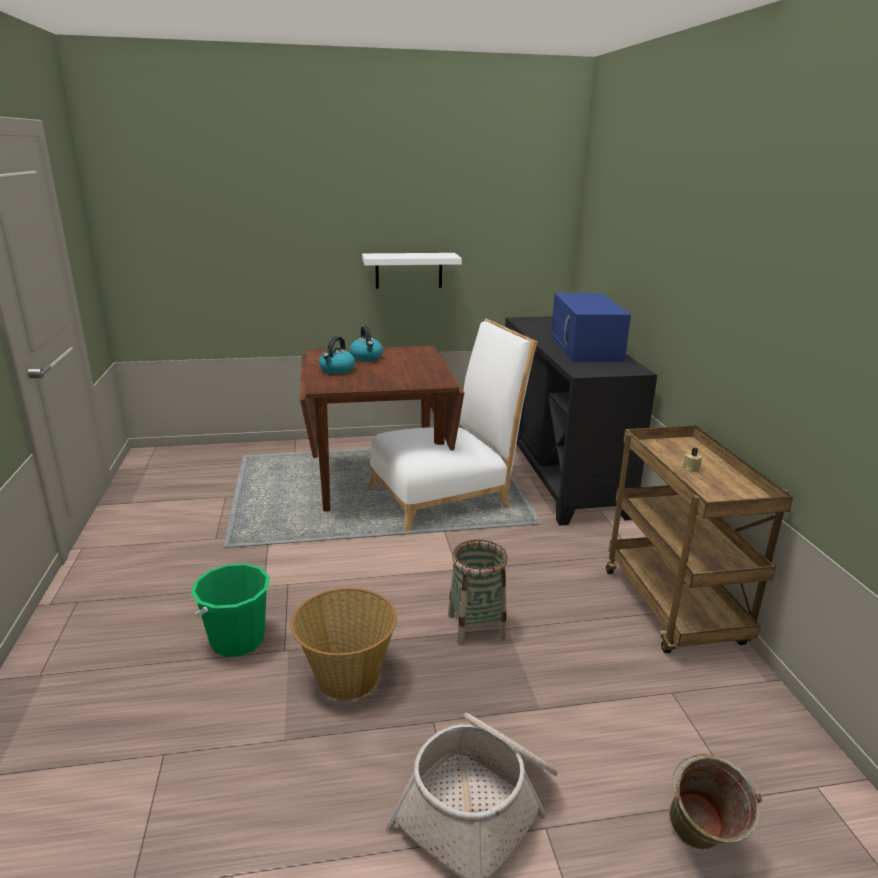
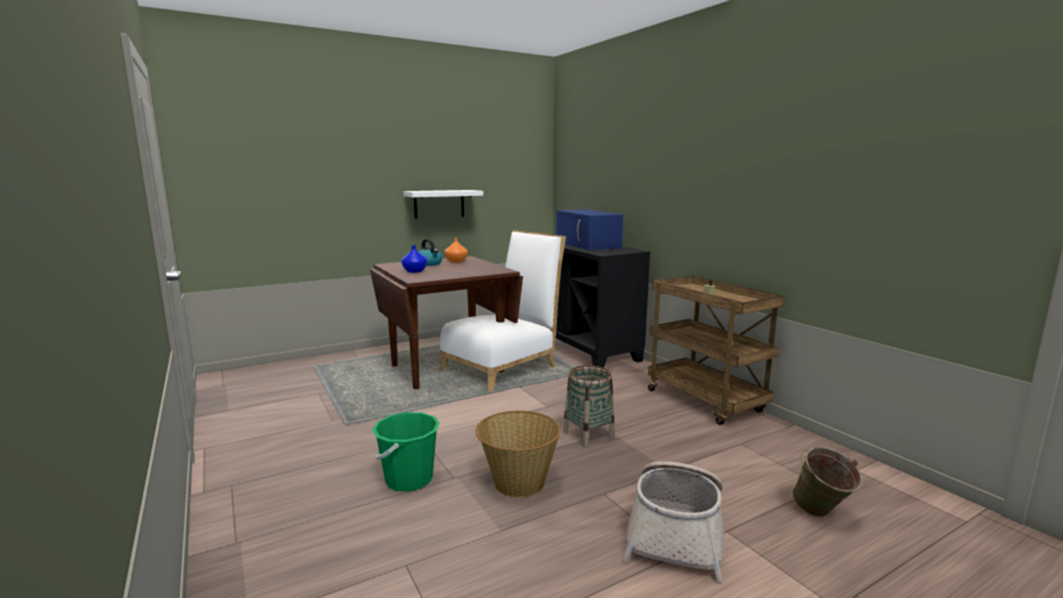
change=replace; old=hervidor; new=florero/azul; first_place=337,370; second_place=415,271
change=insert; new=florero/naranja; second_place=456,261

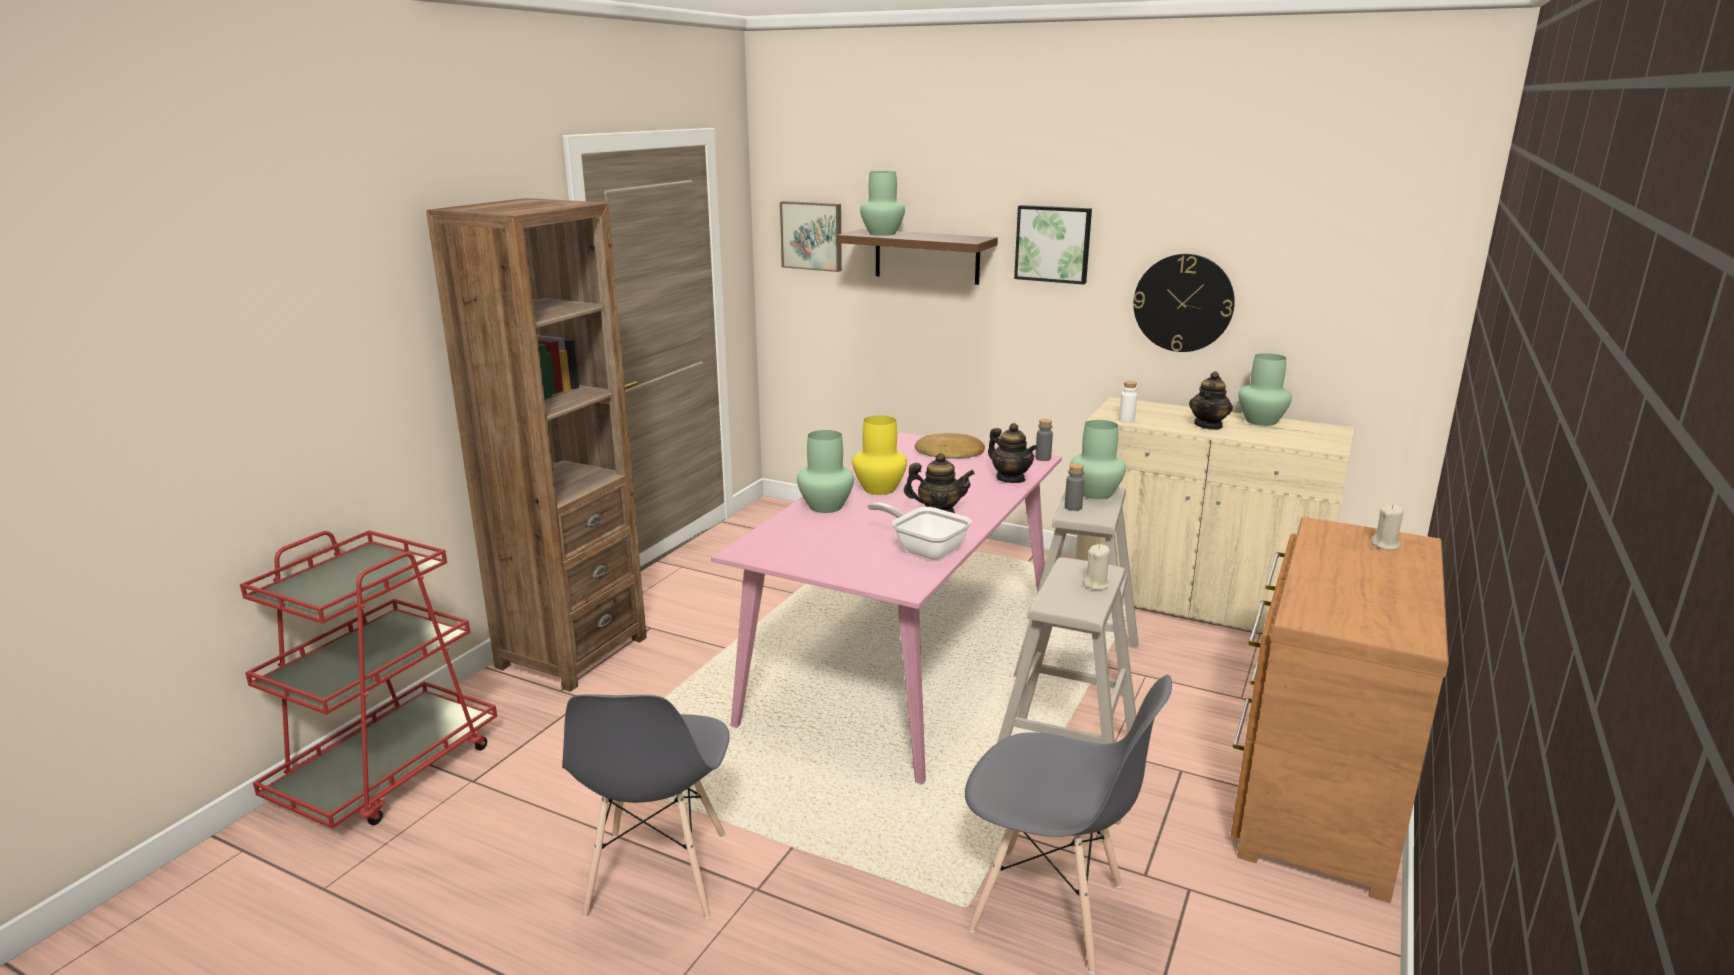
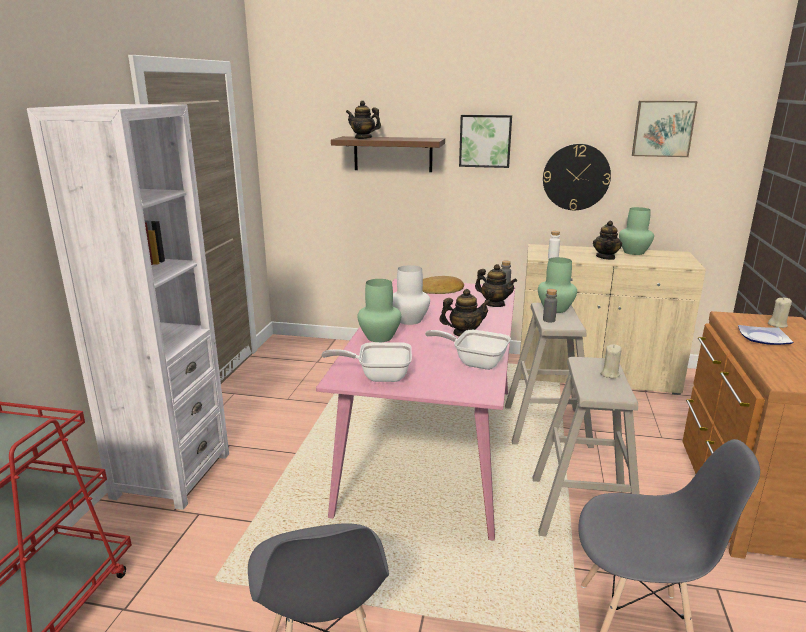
change=recolor; old=estantería/marrón; new=estantería/blanco; first_place=572,652; second_place=172,475
change=insert; new=sartén; second_place=378,376
change=replace; old=florero/verde; new=tetera; first_place=882,234; second_place=363,138
change=recolor; old=florero/amarillo; new=florero/blanco; first_place=878,489; second_place=409,320
change=move; old=cuadro; first_place=812,235; second_place=663,128
change=insert; new=plato; second_place=762,338

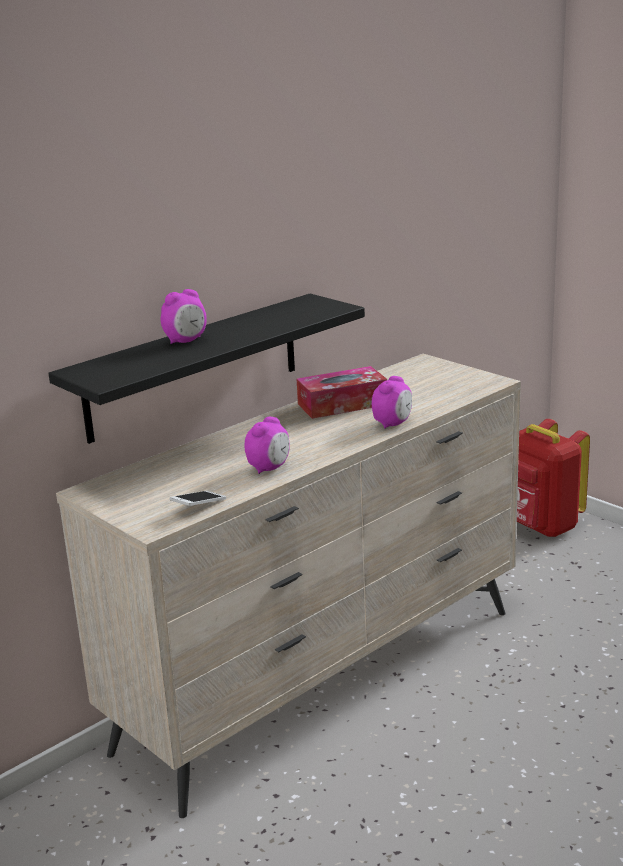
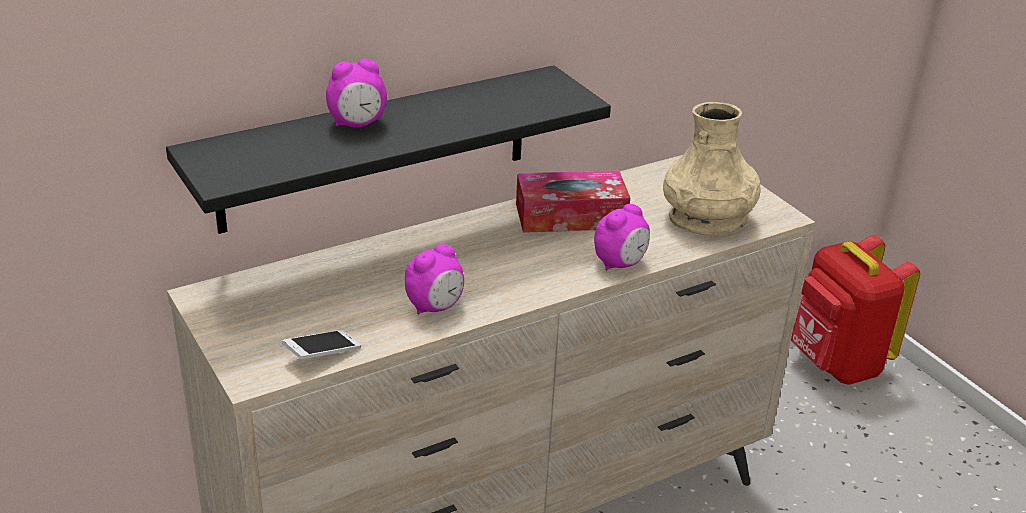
change=insert; new=florero/beis; second_place=707,218

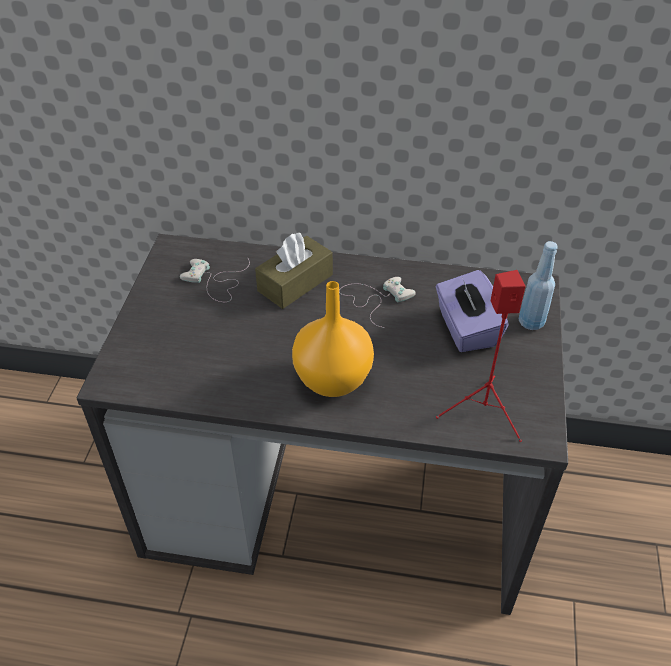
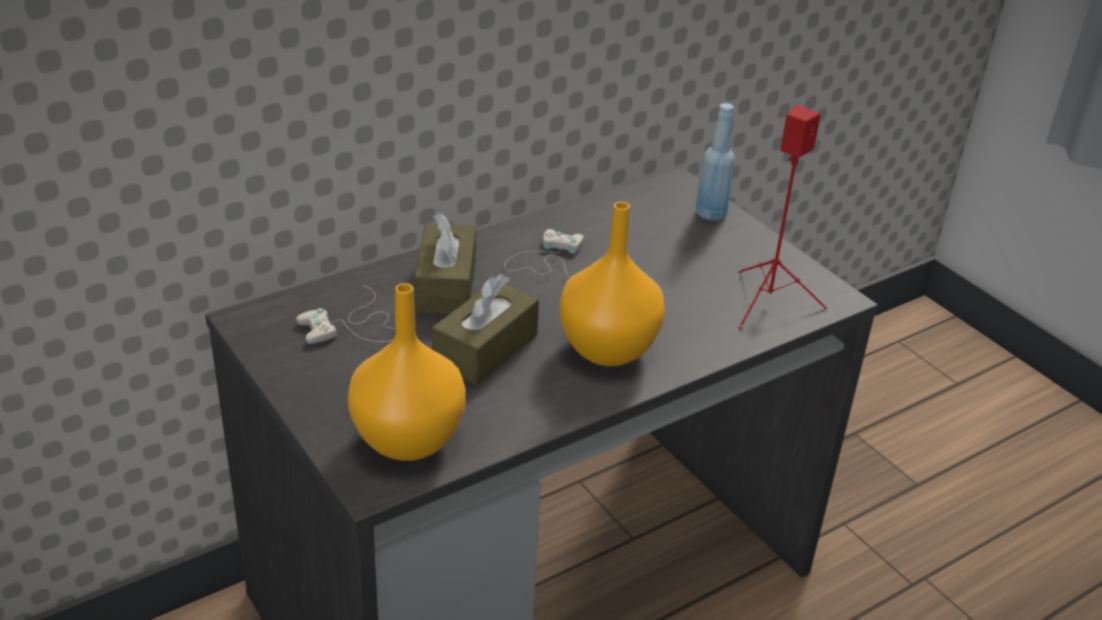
change=insert; new=florero/naranja; second_place=406,441
change=insert; new=caja de pañuelos/marrón; second_place=485,349
change=delete; old=caja de pañuelos/morado; first_place=466,328

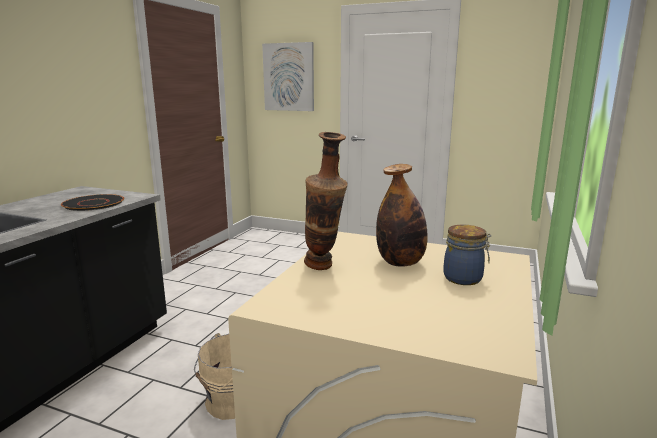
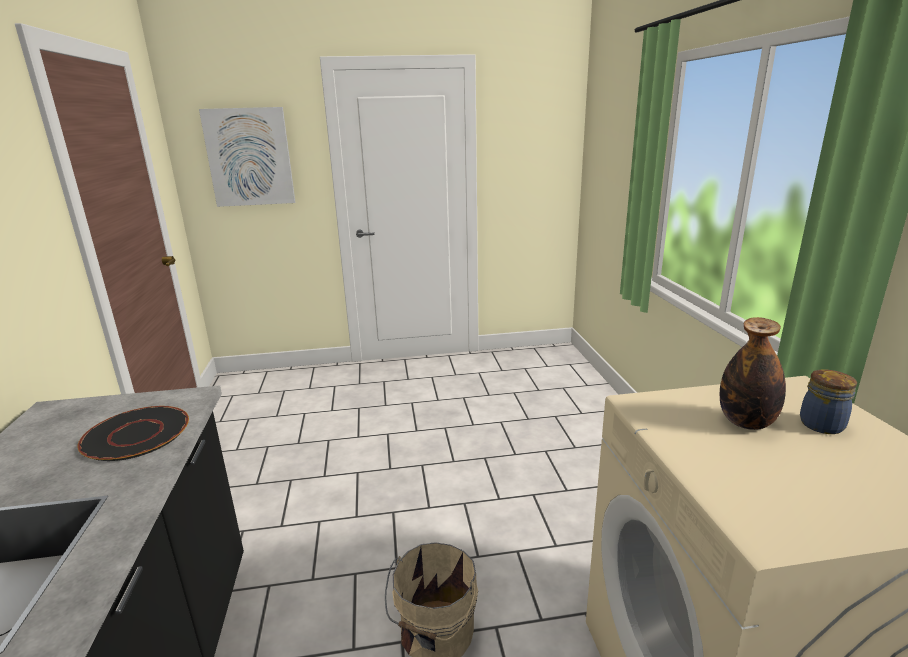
change=delete; old=florero; first_place=324,268

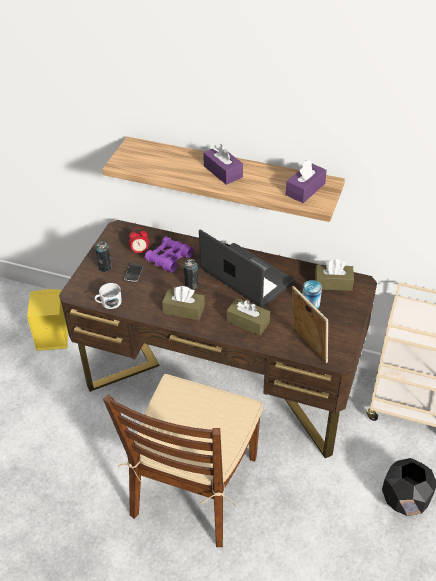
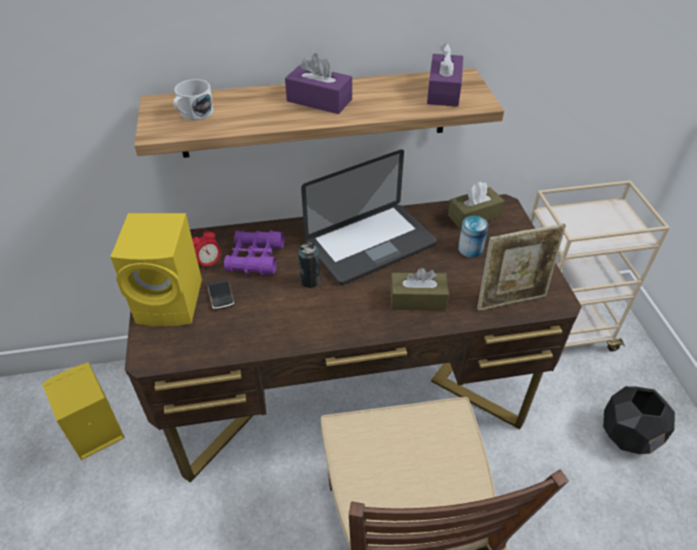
change=replace; old=lata; new=altavoz/amarillo; first_place=105,267; second_place=172,302
change=move; old=taza grande/blanco; first_place=108,303; second_place=193,114
change=rotate; old=portátil; first_place=246,276; second_place=371,244; degrees=135
change=rotate; old=portarretratos; first_place=307,346; second_place=511,300; degrees=135
change=delete; old=caja de pañuelos/marrón; first_place=184,310

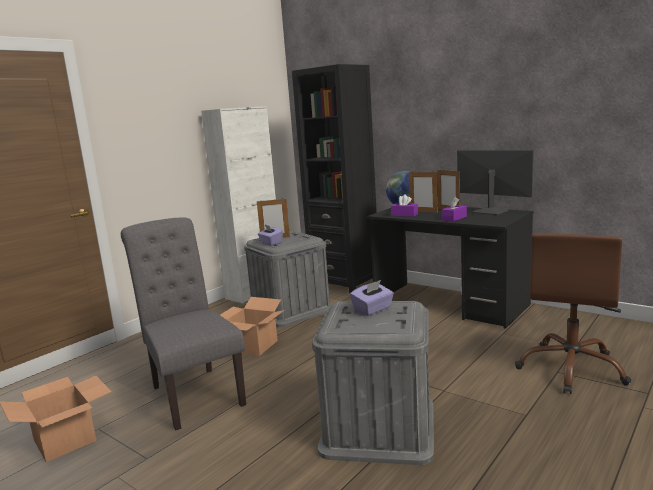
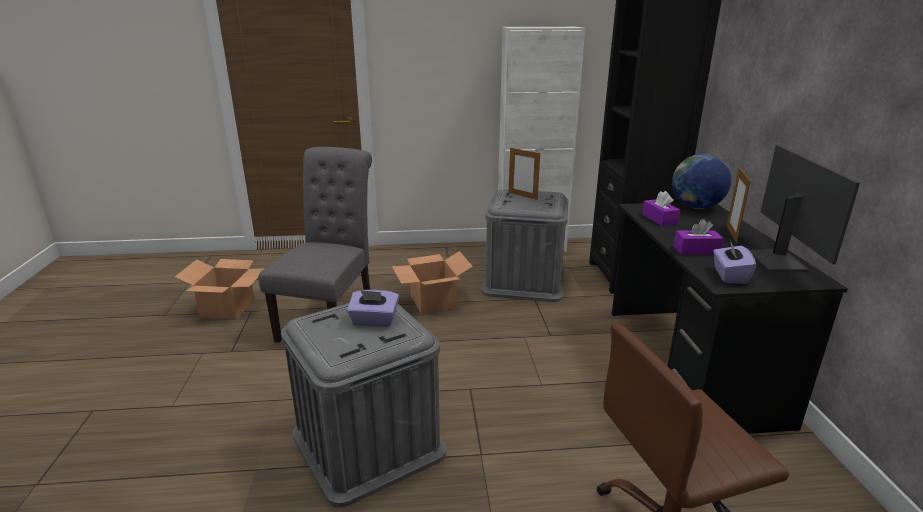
change=move; old=caja de pañuelos/morado; first_place=271,243; second_place=729,275
change=delete; old=portarretratos; first_place=423,211

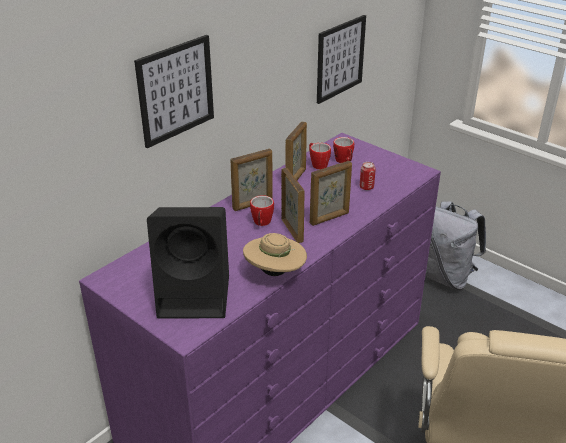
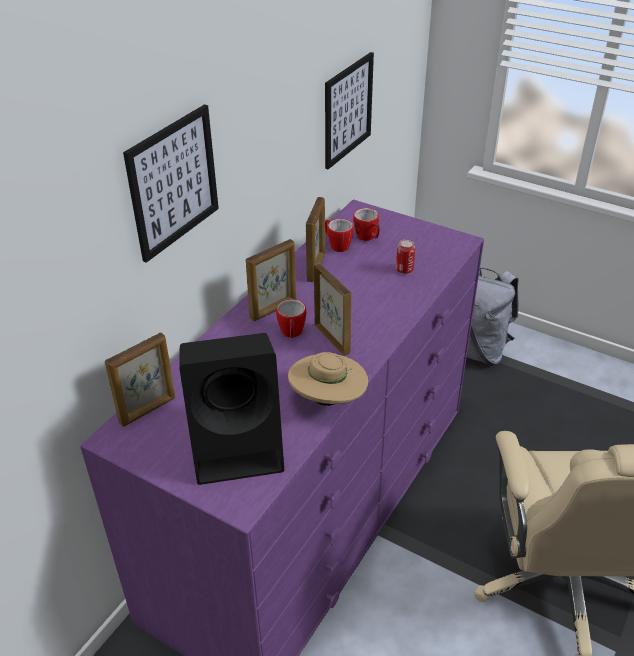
change=move; old=portarretratos; first_place=330,218; second_place=148,410

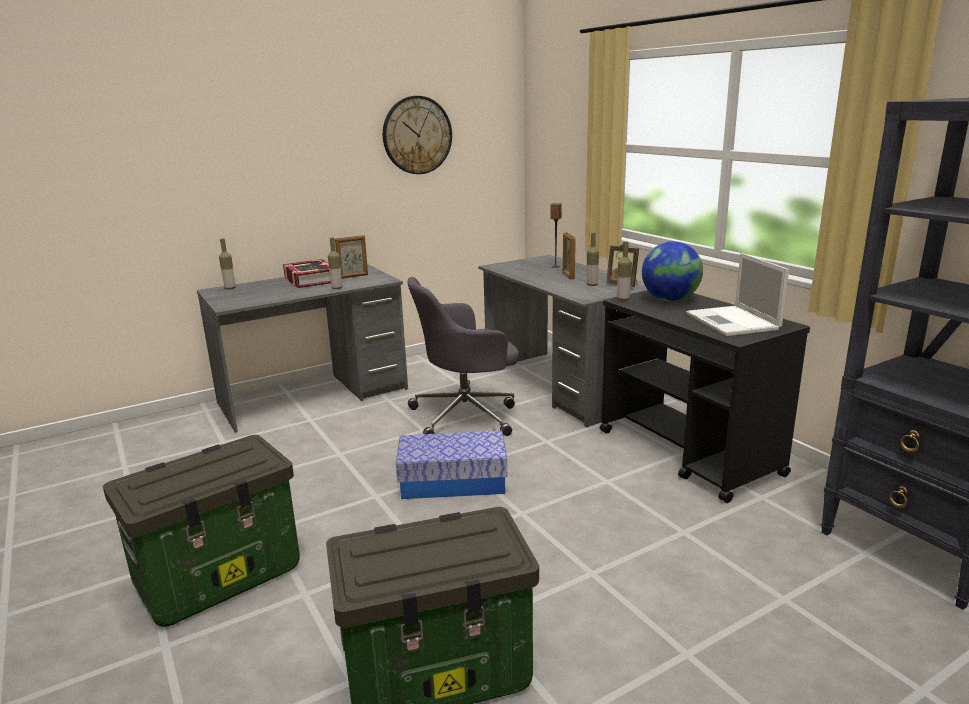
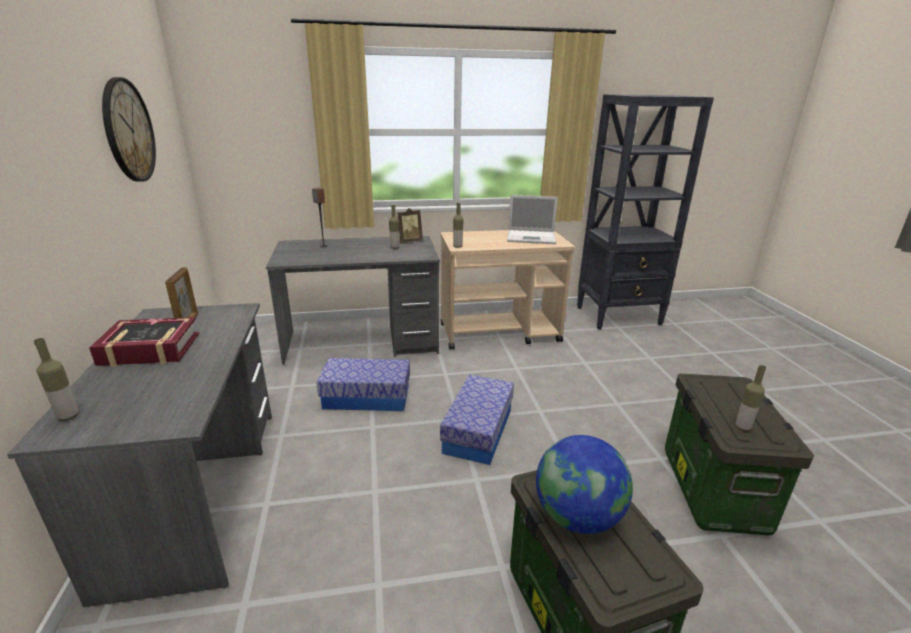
change=replace; old=silla de oficina/gris; new=caja de almacenaje; first_place=466,415; second_place=366,397
change=recolor; old=carrito/negro; new=carrito/beis; first_place=689,453; second_place=500,333
change=move; old=globo terráqueo; first_place=670,299; second_place=577,517
change=move; old=botella; first_place=337,288; second_place=742,427
change=delete; old=portarretratos; first_place=568,276

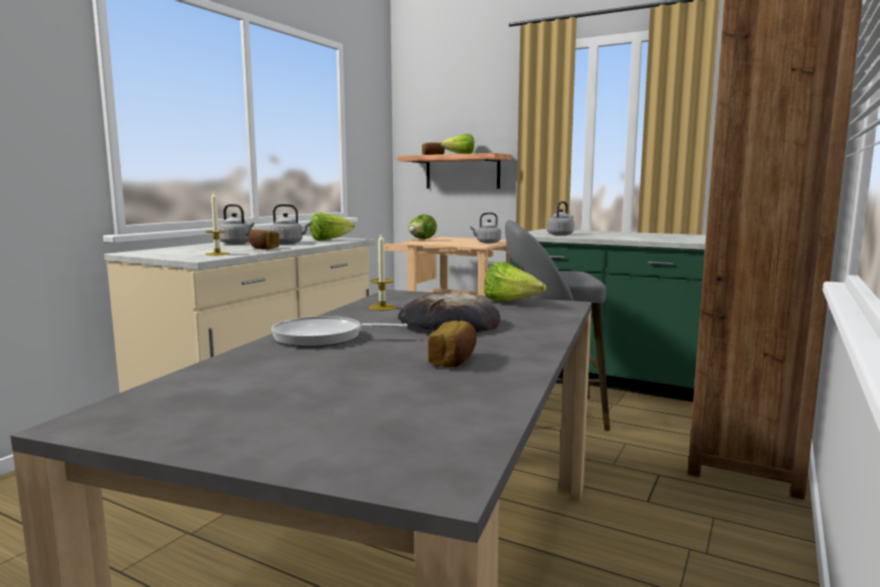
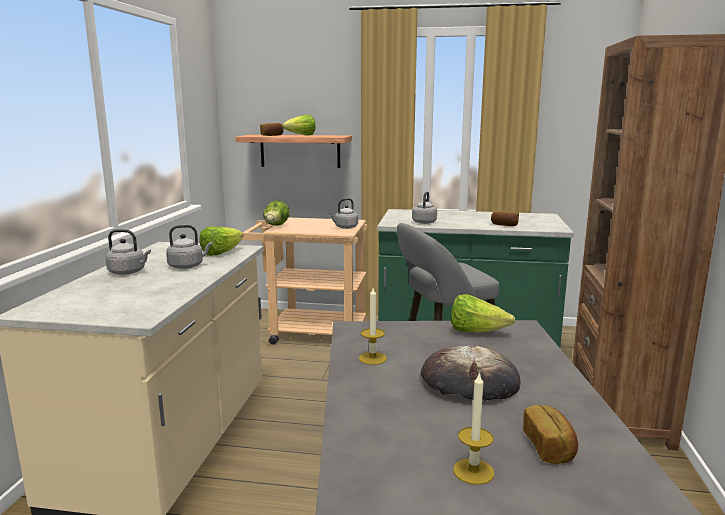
change=move; old=vela; first_place=217,254; second_place=473,471
change=move; old=pan; first_place=263,248; second_place=504,225
change=delete; old=sartén; first_place=323,337

